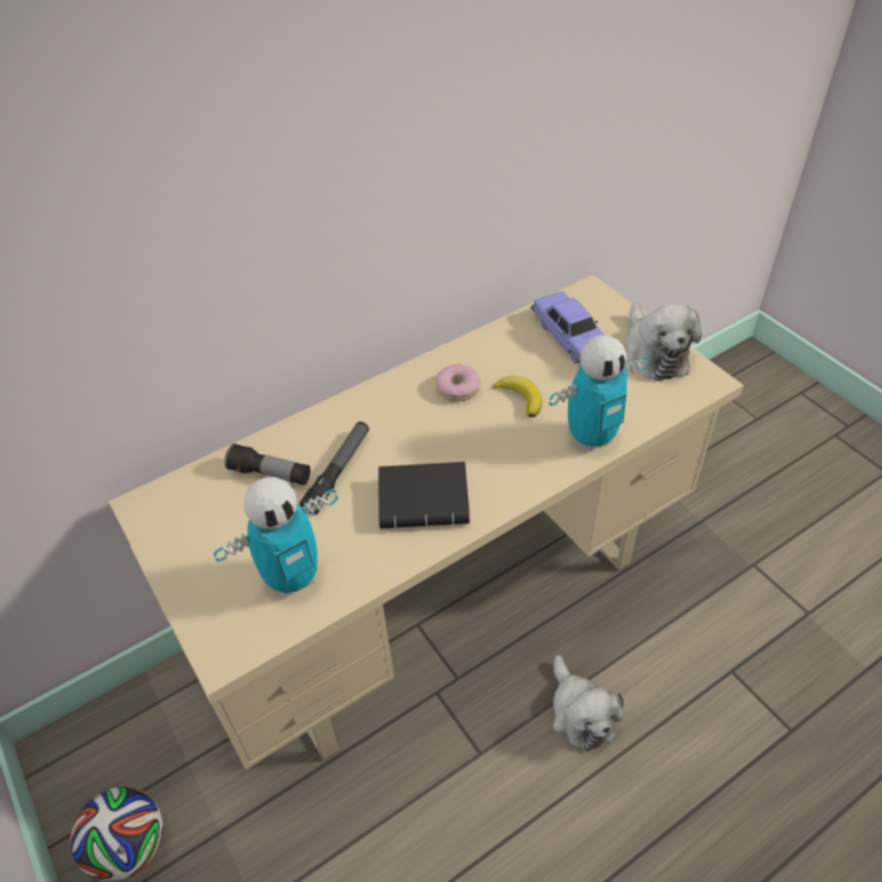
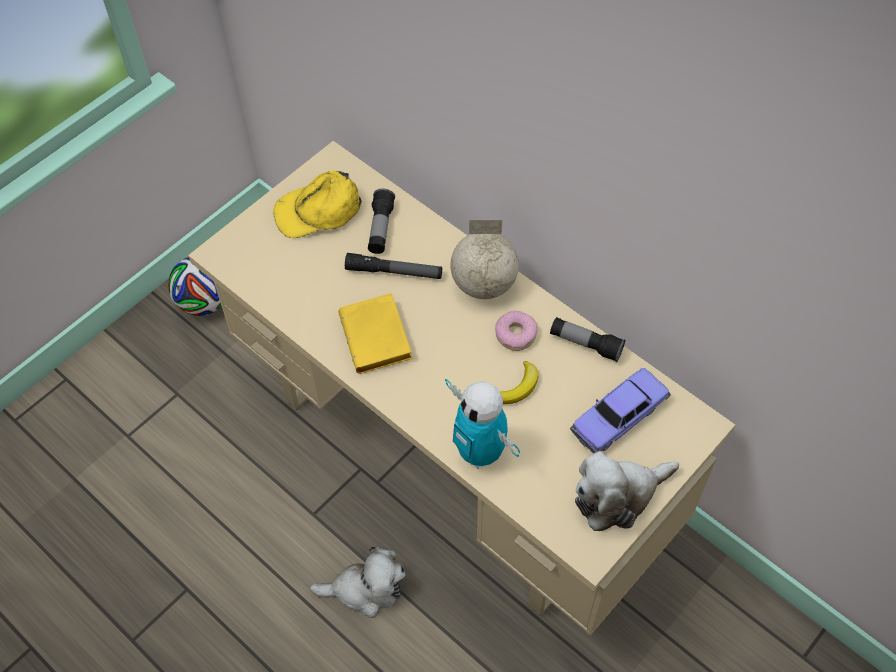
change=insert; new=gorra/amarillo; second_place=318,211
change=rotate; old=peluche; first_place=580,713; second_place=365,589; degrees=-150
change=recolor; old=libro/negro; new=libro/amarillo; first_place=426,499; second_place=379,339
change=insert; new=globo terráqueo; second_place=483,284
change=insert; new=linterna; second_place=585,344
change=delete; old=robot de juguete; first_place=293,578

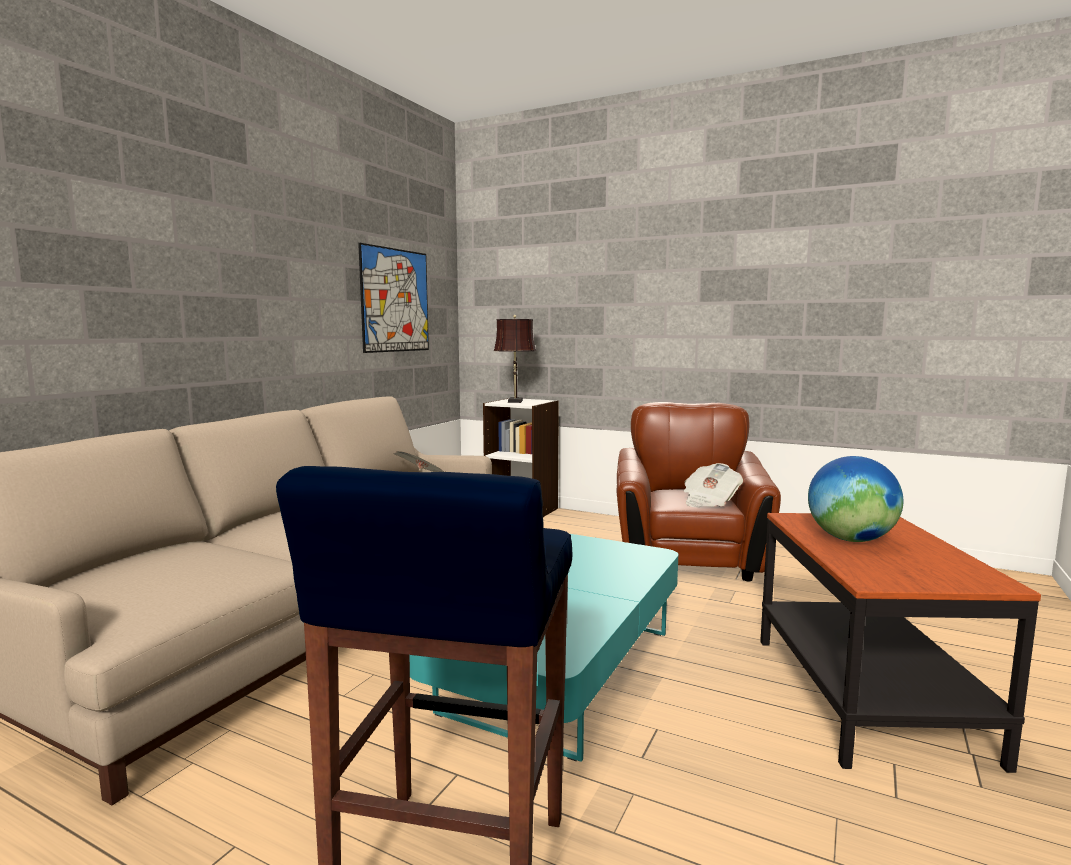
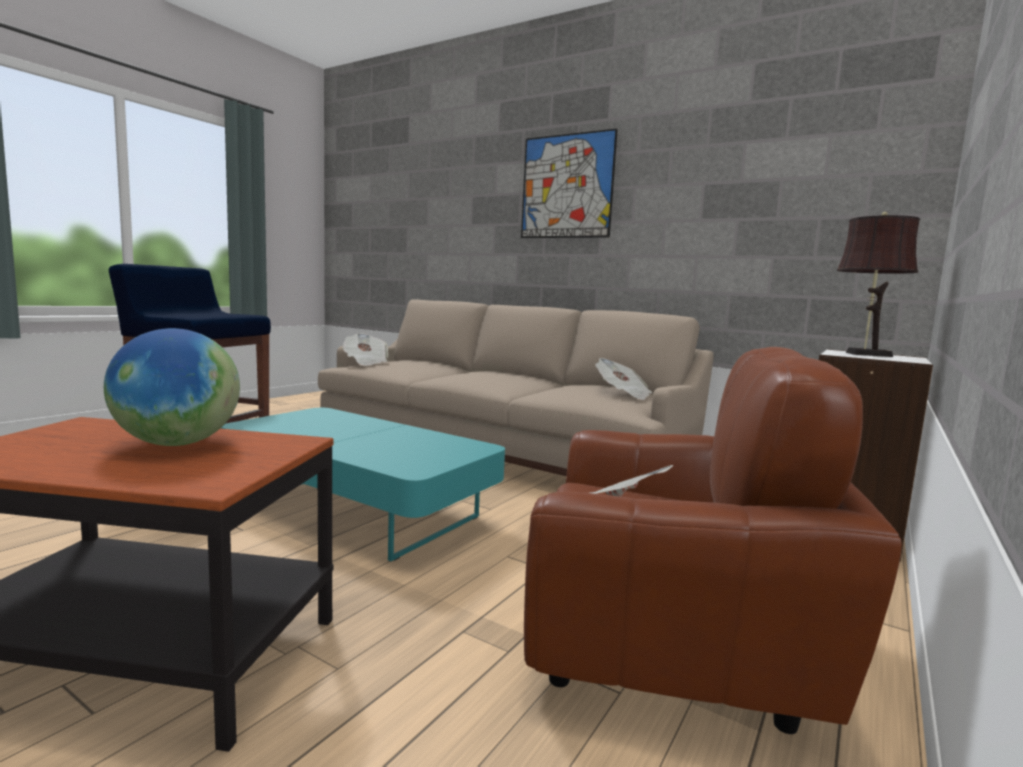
change=insert; new=periódico; second_place=365,362
change=move; old=cuadro; first_place=395,300; second_place=566,186

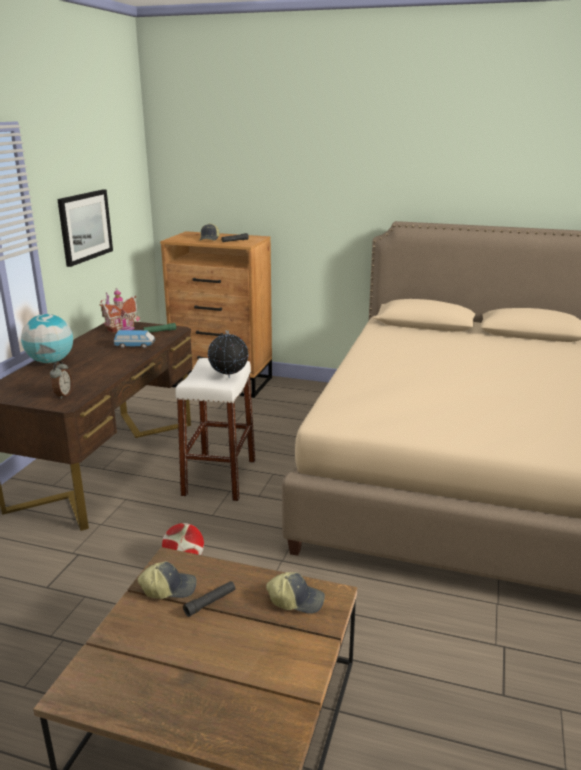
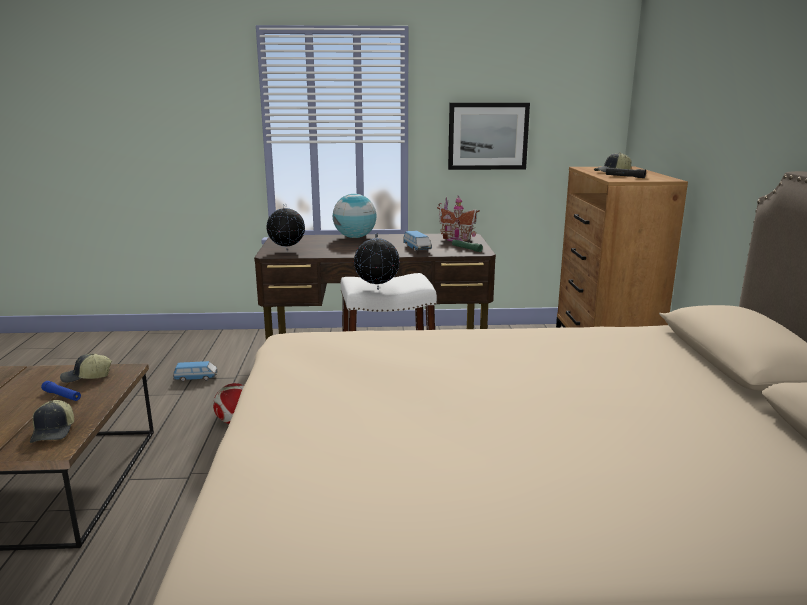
change=recolor; old=linterna/negro; new=linterna/azul; first_place=210,602; second_place=62,396
change=rotate; old=gorra; first_place=169,588; second_place=86,377; degrees=105
change=insert; new=coche de juguete; second_place=196,378
change=replace; old=despertador; new=globo terráqueo; first_place=63,395; second_place=287,251

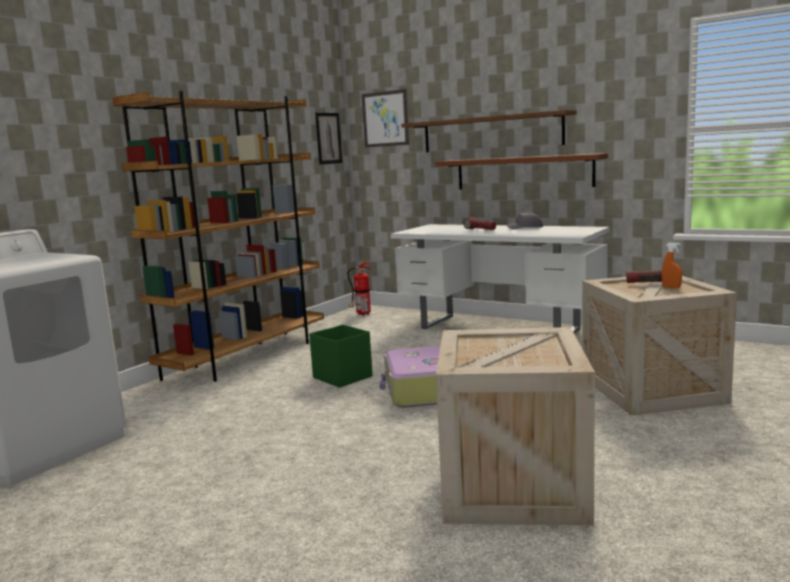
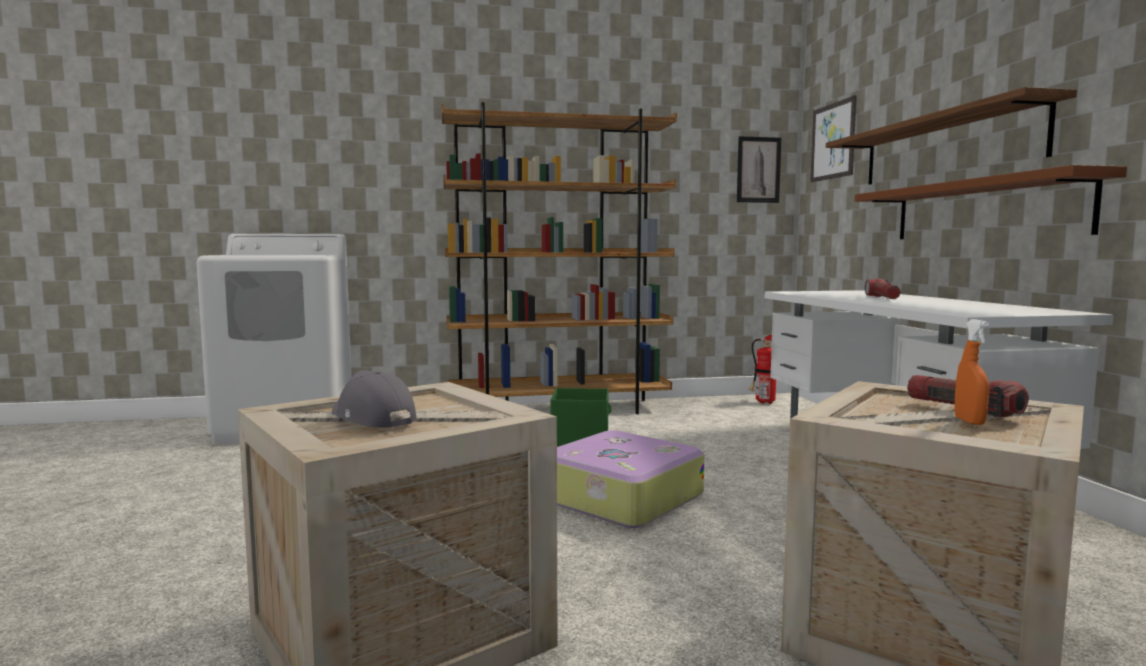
change=move; old=gorra/gris; first_place=525,228; second_place=371,418

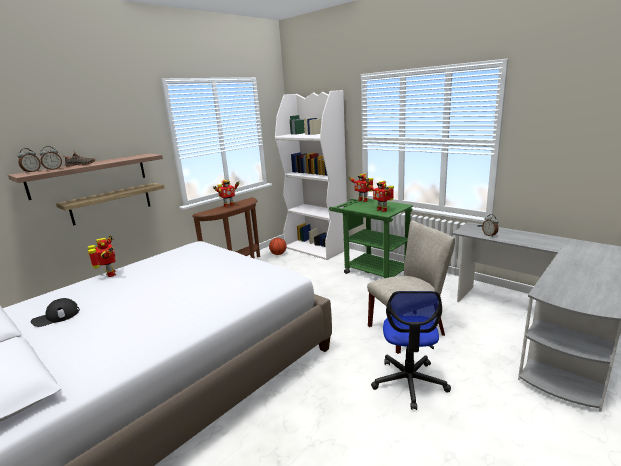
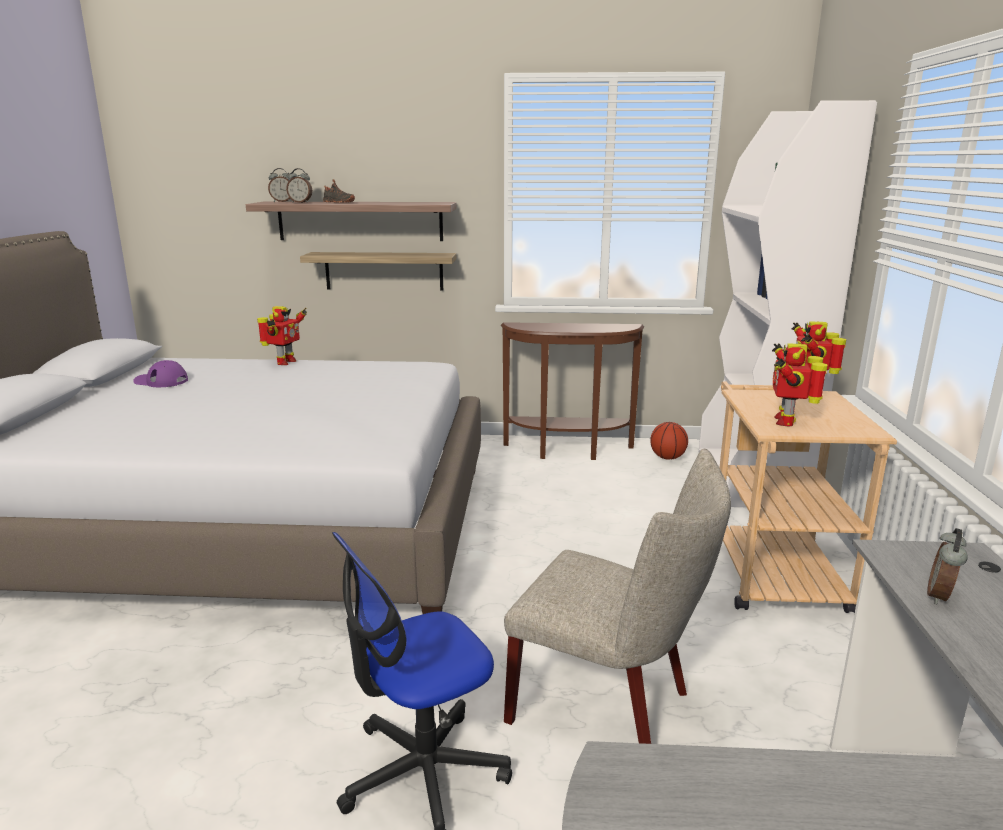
change=recolor; old=gorra/negro; new=gorra/morado; first_place=56,317; second_place=161,381
change=recolor; old=carrito/verde; new=carrito/beis; first_place=371,270; second_place=772,569
change=delete; old=robot de juguete; first_place=228,206

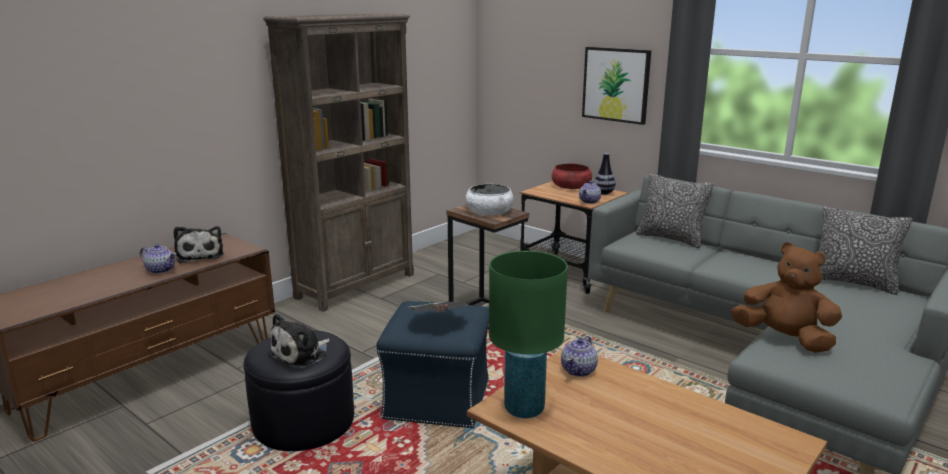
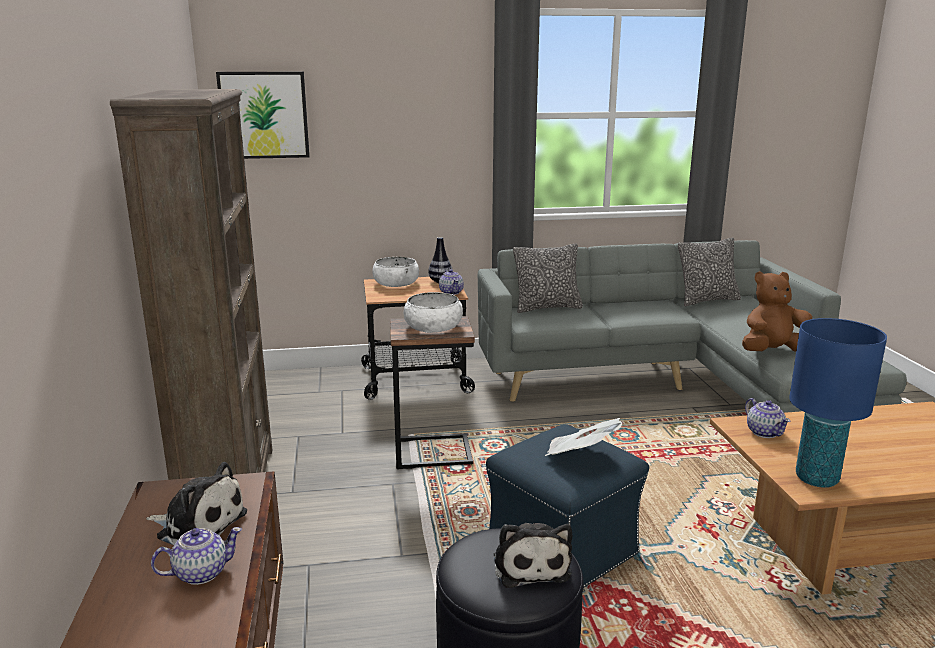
change=move; old=cuadro; first_place=616,84; second_place=264,115
change=recolor; old=cuenco/rojo; new=cuenco/blanco; first_place=571,186; second_place=396,283
change=recolor; old=lámpara de mesa/verde; new=lámpara de mesa/azul; first_place=524,409; second_place=816,478

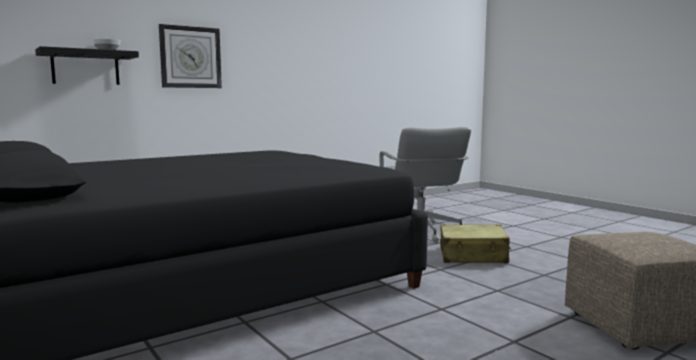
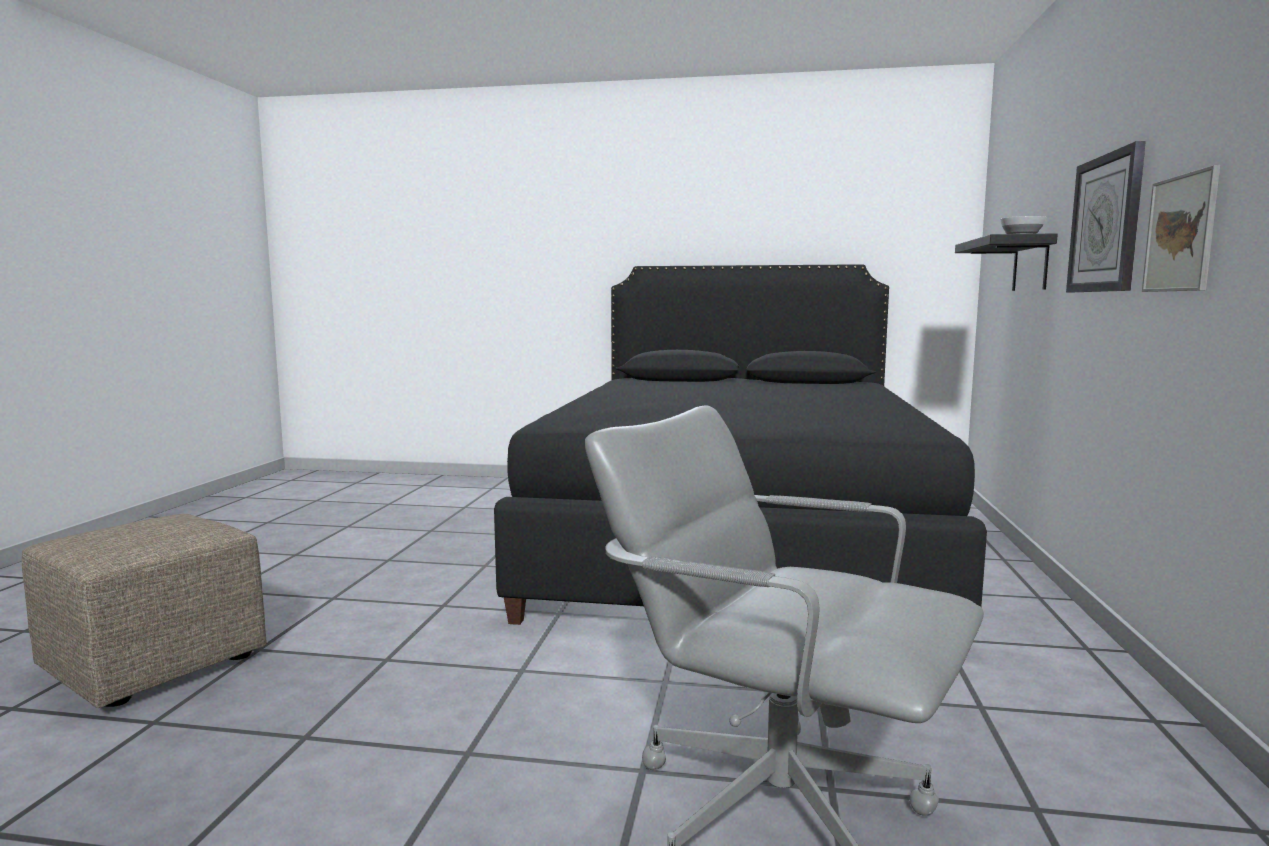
change=insert; new=cuadro; second_place=1180,233
change=delete; old=maleta/beis; first_place=473,256

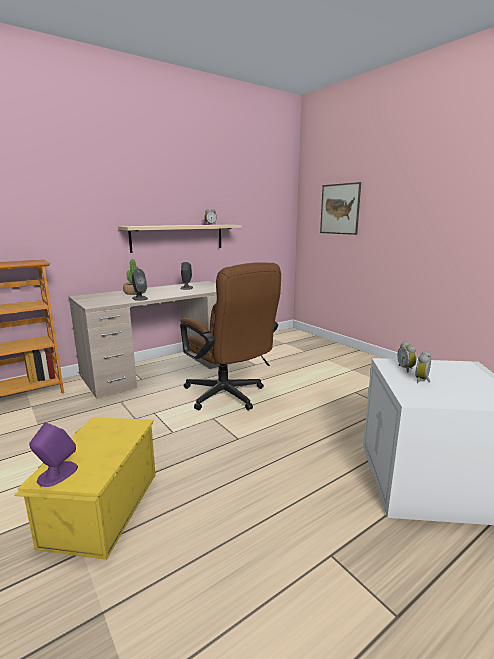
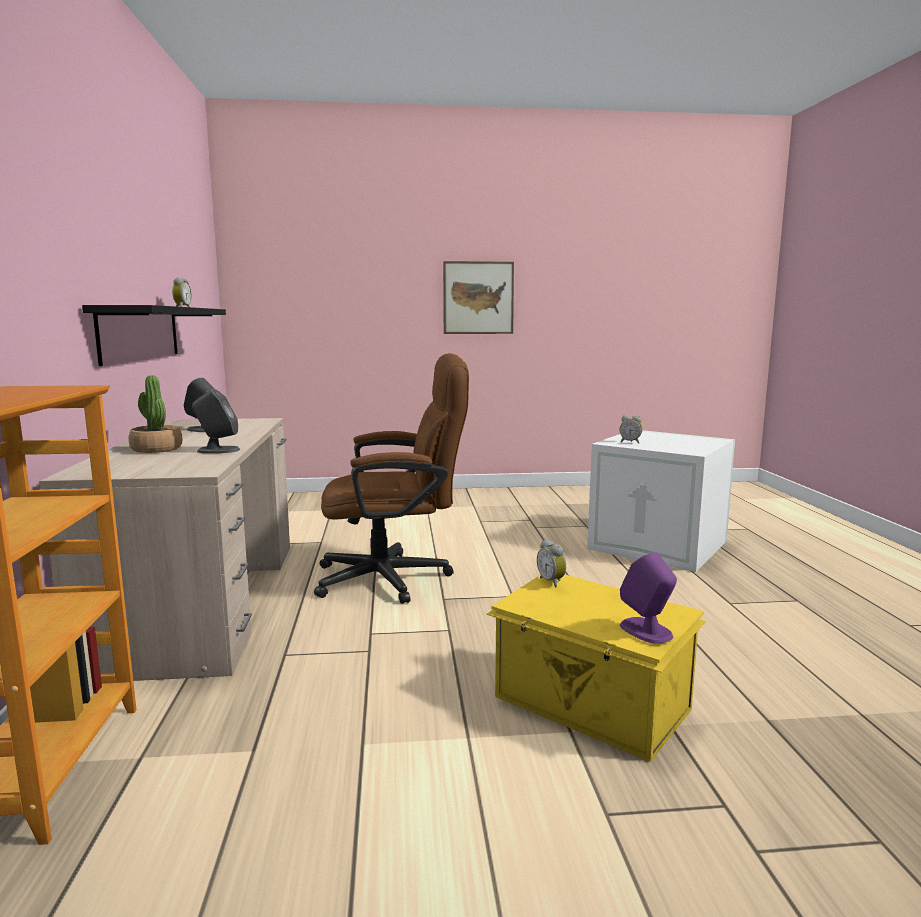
change=recolor; old=estante/beis; new=estante/negro; first_place=178,237; second_place=140,333
change=move; old=cuadro; first_place=339,209; second_place=478,298
change=move; old=despertador; first_place=423,380; second_place=552,582

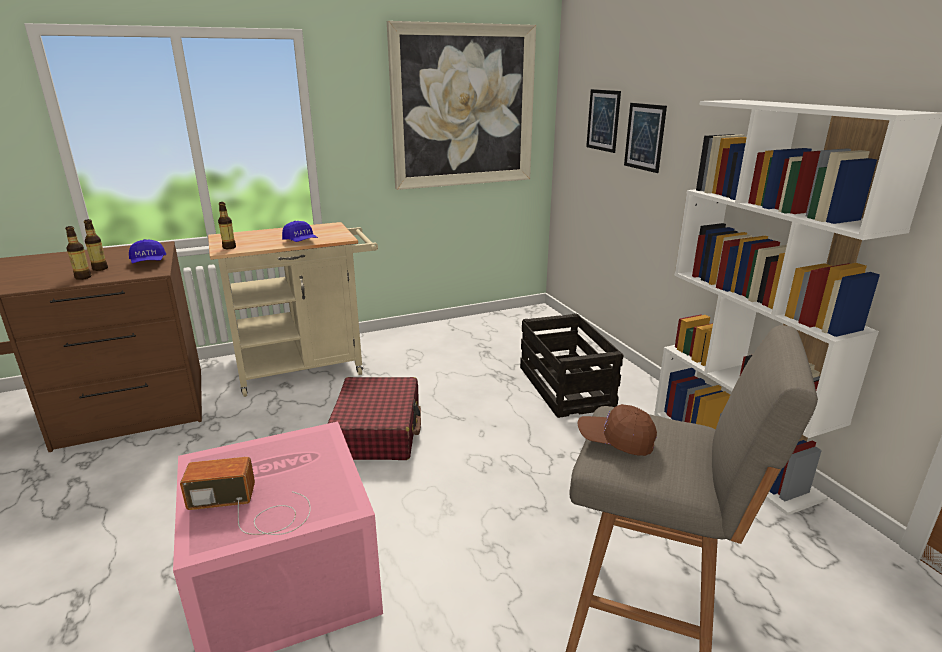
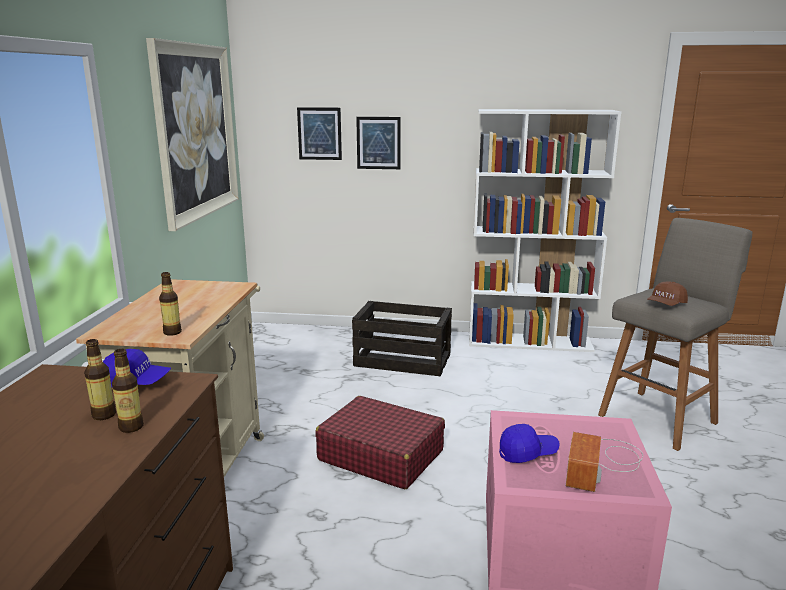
change=move; old=gorra/azul; first_place=301,242; second_place=527,453

